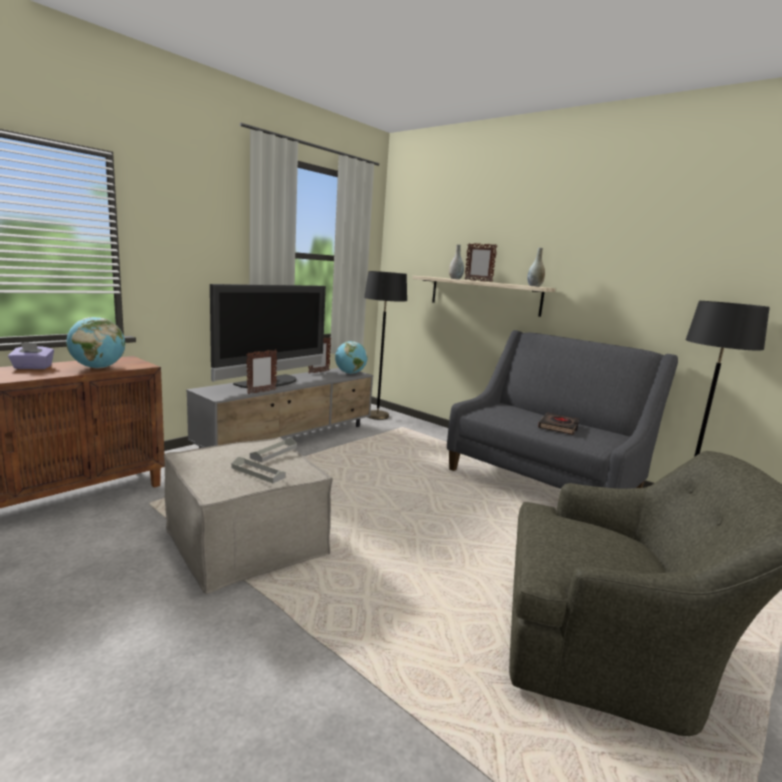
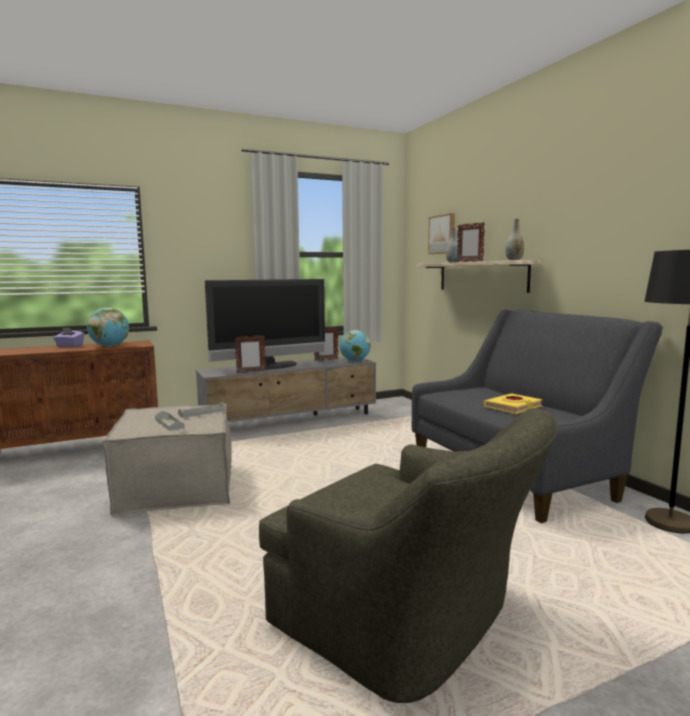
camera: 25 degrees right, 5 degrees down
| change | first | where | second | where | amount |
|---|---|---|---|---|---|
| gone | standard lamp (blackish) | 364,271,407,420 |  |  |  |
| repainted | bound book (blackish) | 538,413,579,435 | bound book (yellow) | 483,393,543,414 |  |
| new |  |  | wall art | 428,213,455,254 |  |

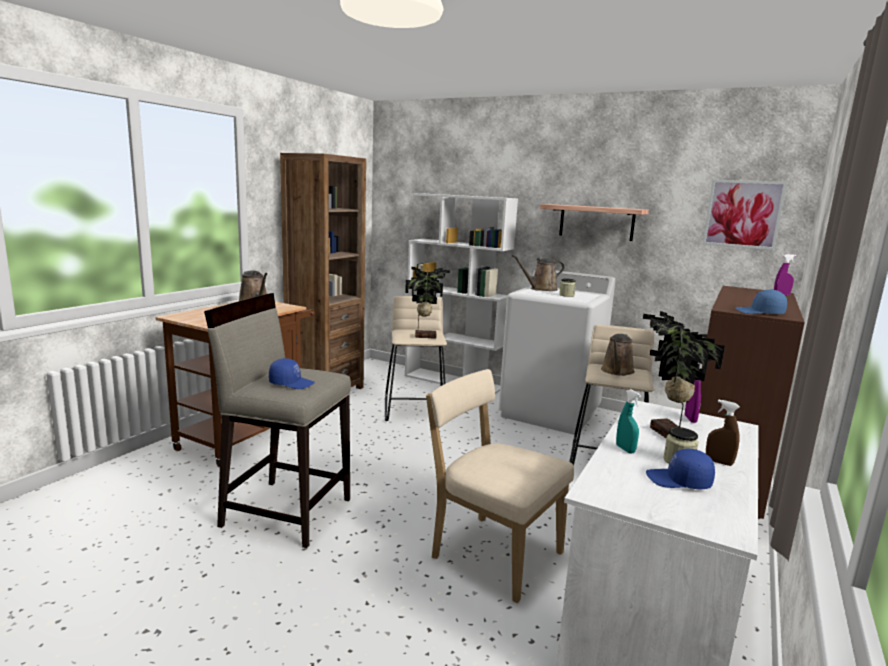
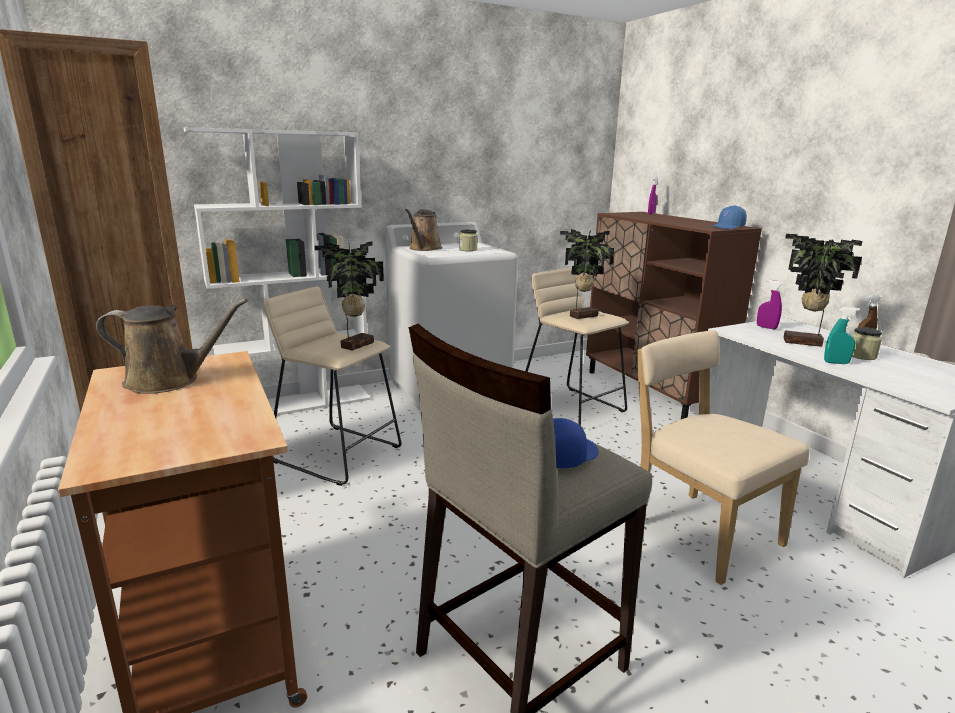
camera: 55 degrees left, 5 degrees up
| change | first | where | second | where | amount |
|---|---|---|---|---|---|
| gone | wall art | 702,179,787,250 |  |  |  |
| gone | shelf | 540,204,649,241 |  |  |  |
| swapped | watering can (brown-coloured) | 601,334,635,376 | houseplant | 560,229,614,319 |  |
| rotated | chair (beige-coloured) | 426,369,574,603 |  | 637,330,809,585 | 75 degrees clockwise |
| gone | cap (blue) | 646,449,715,490 |  |  |  |

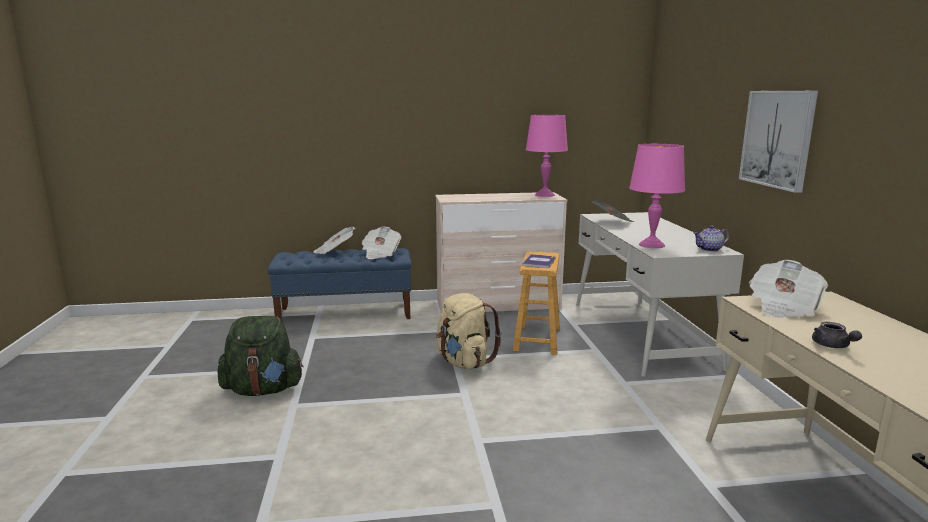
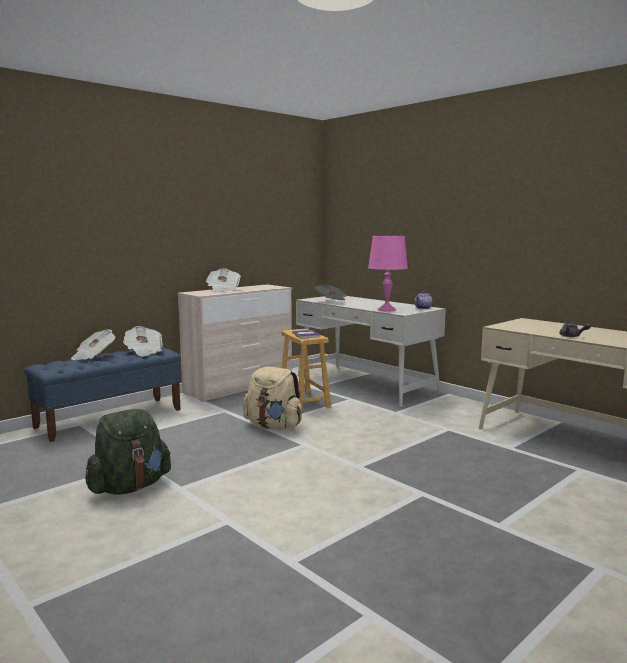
camera: 35 degrees left, 5 degrees down
| change | first | where | second | where | amount |
|---|---|---|---|---|---|
| gone | wall art | 739,91,818,193 |  |  |  |
| gone | table lamp (pink) | 526,115,568,197 |  |  |  |
| shifted | printed paper | 749,260,828,318 |  | 206,268,241,293 |  |

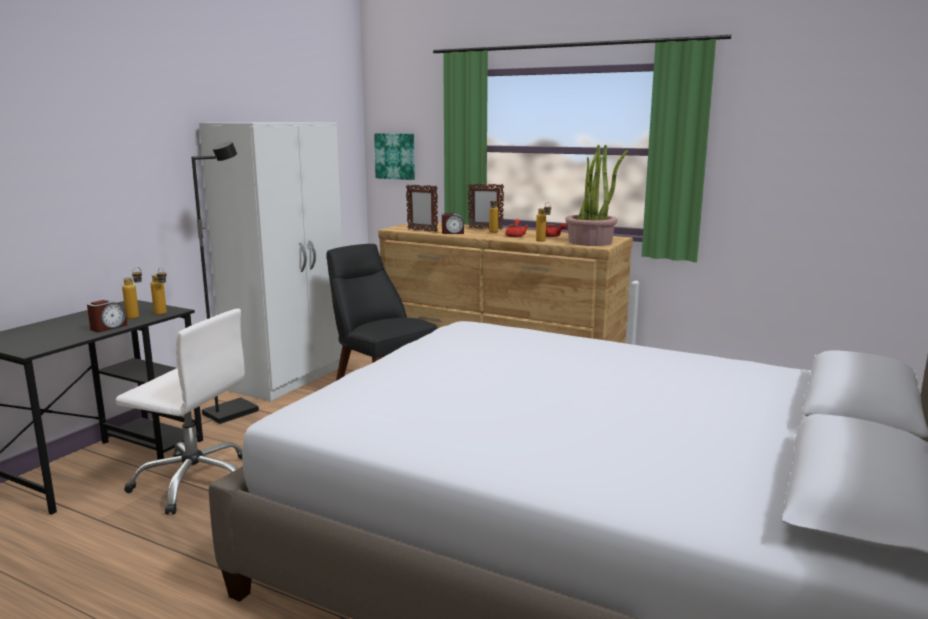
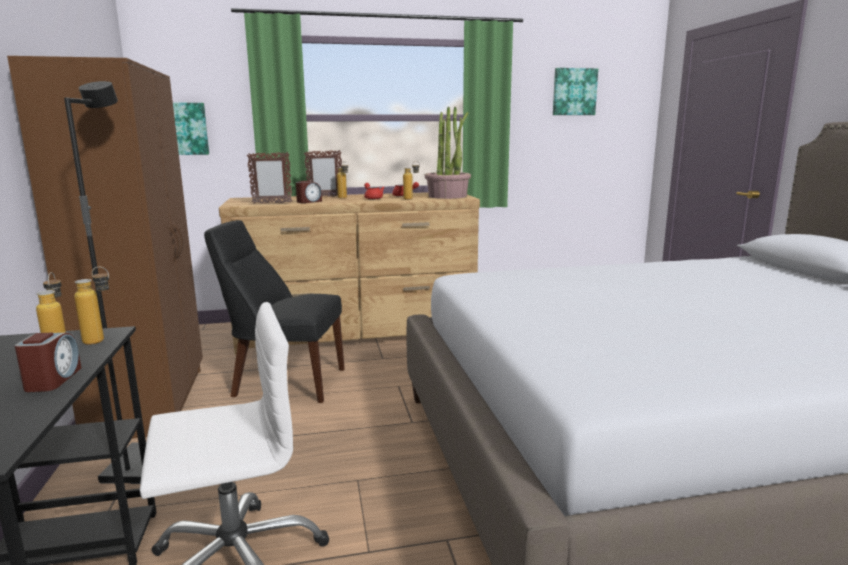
camera: 40 degrees left, 0 degrees up
| change | first | where | second | where | amount |
|---|---|---|---|---|---|
| repainted | armoire (white) | 199,122,343,402 | armoire (brown-coloured) | 7,56,203,439 |  |
| new |  |  | wall art | 553,68,598,115 |  |

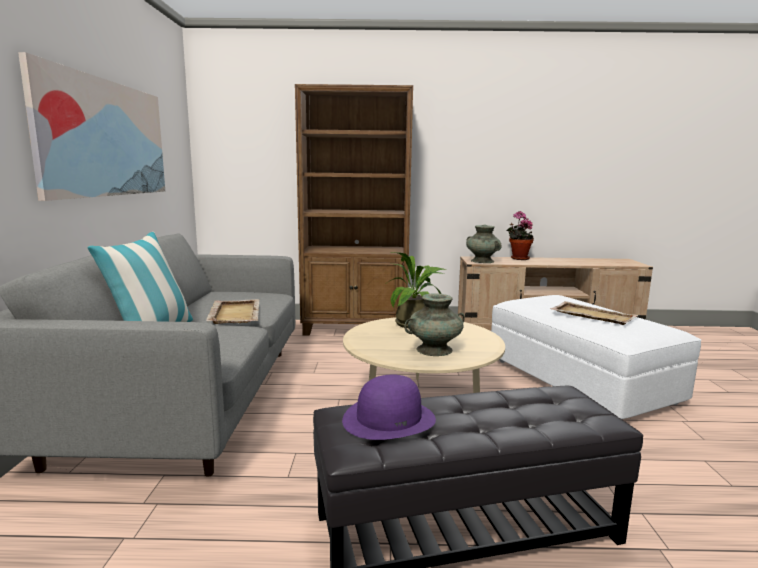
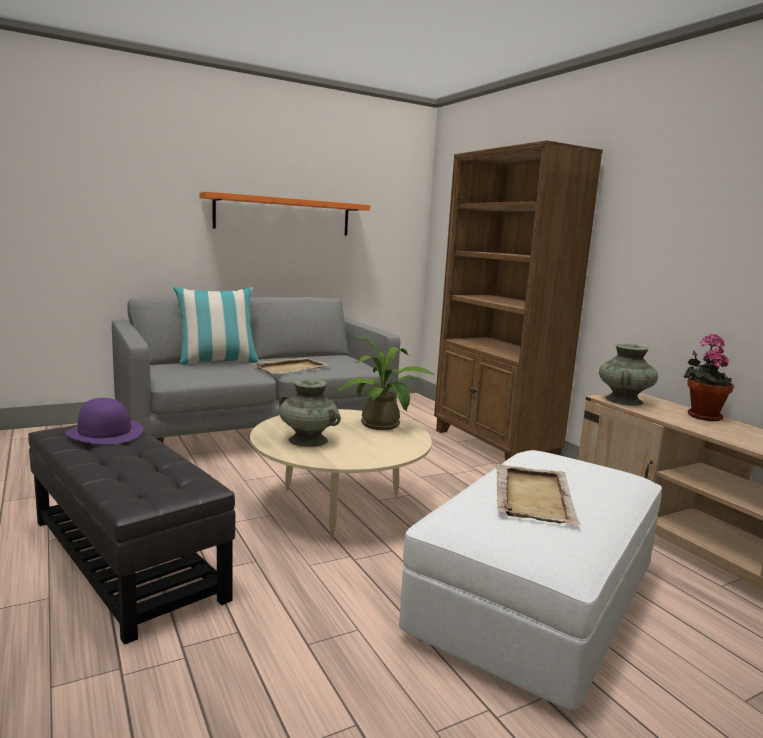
camera: 60 degrees right, 0 degrees up
| change | first | where | second | where | amount |
|---|---|---|---|---|---|
| swapped | wall art | 18,52,165,201 | shelf (orange) | 200,191,370,236 |  |

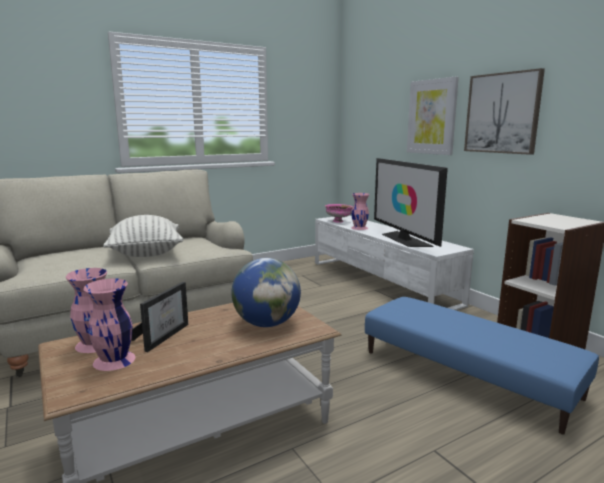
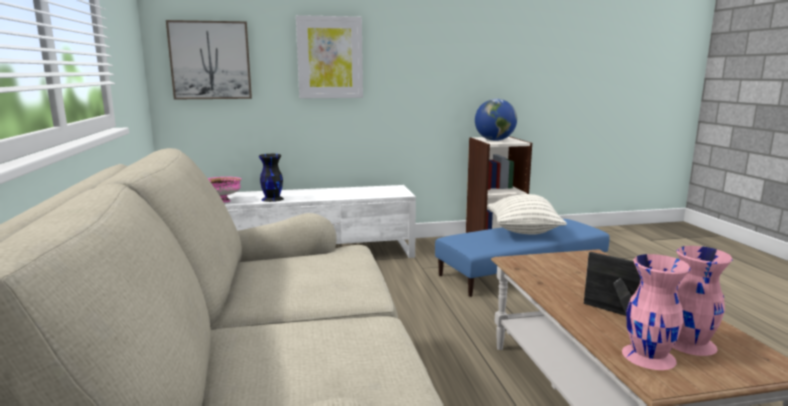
camera: 70 degrees left, 0 degrees up
| change | first | where | second | where | amount |
|---|---|---|---|---|---|
| shifted | wall art | 464,68,545,155 |  | 166,20,252,99 |  |
| gone | television | 374,158,448,247 |  |  |  |
| repainted | vase (pink) | 351,193,369,230 | vase (blackish) | 259,154,284,202 |  |
| shifted | pillow | 103,215,184,257 |  | 488,194,567,235 |  |
| shifted | globe | 231,258,301,327 |  | 475,99,517,141 |  |

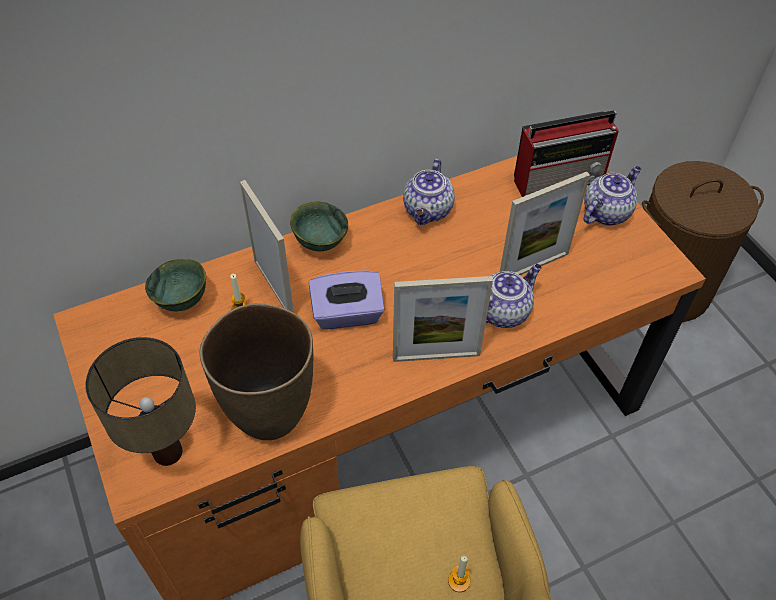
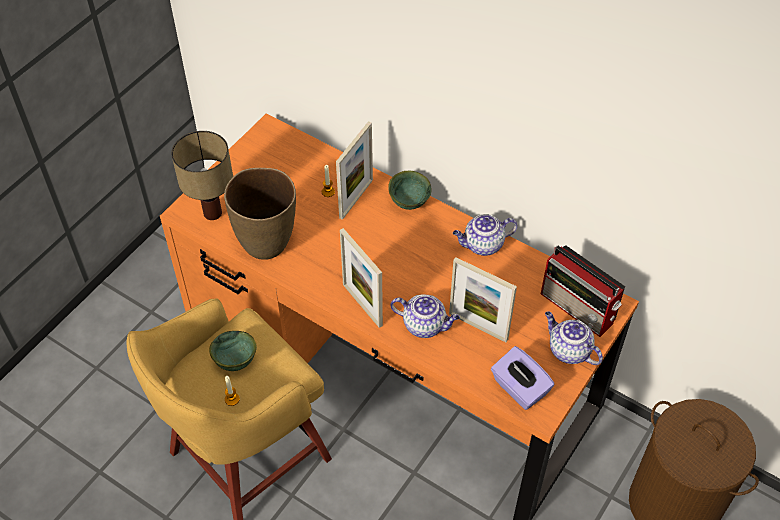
camera: 60 degrees right, 0 degrees up
| change | first | where | second | where | amount |
|---|---|---|---|---|---|
| rotated | pot for tea | 583,166,641,226 |  | 545,311,603,365 | 150 degrees counterclockwise |
| shifted | serving bowl (green) | 145,259,206,311 |  | 209,331,257,371 |  |
| shifted | tissue box (purplish) | 309,270,385,330 |  | 491,346,554,410 |  |

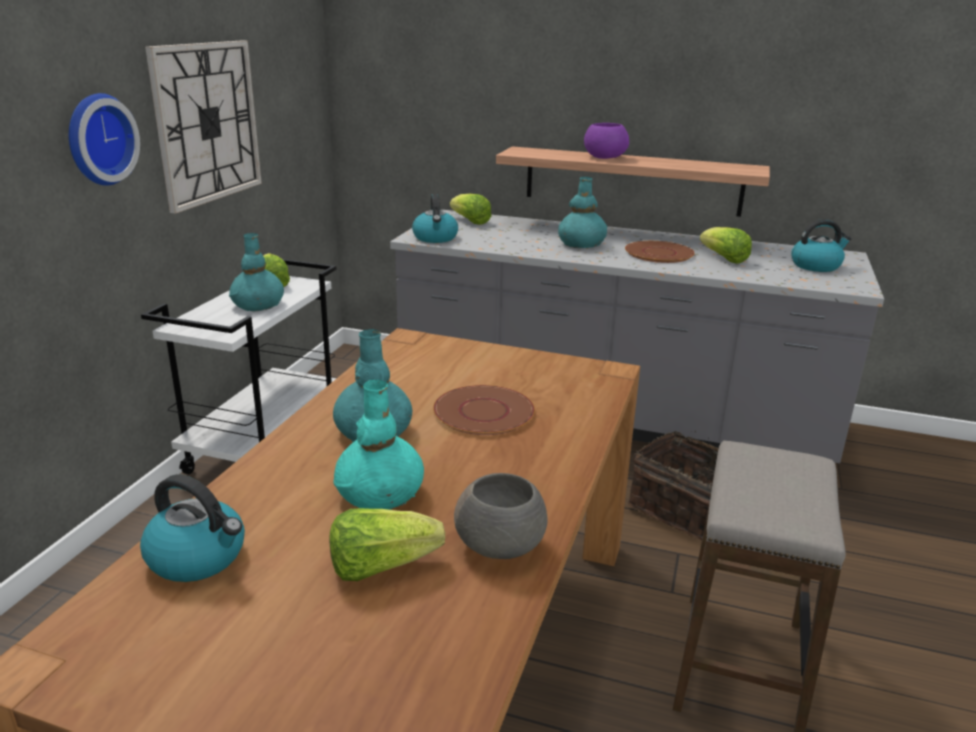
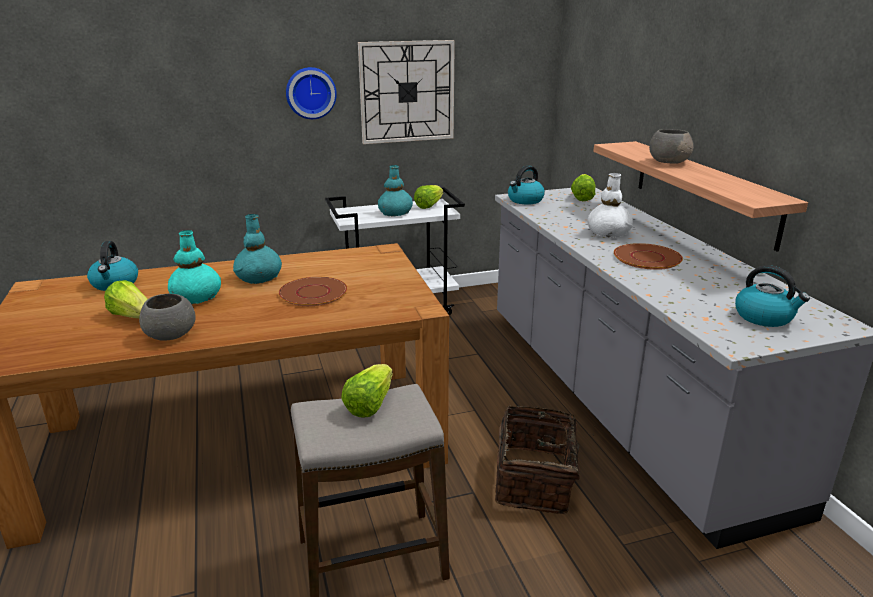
camera: 55 degrees right, 0 degrees up
| change | first | where | second | where | amount |
|---|---|---|---|---|---|
| repainted | serving bowl (purplish) | 584,123,629,159 | serving bowl (greyish) | 649,129,694,164 |  |
| repainted | vase (blue-green) | 558,177,607,248 | vase (white) | 587,173,633,237 |  |
| shifted | lettuce head | 700,227,752,263 |  | 341,364,393,418 |  |

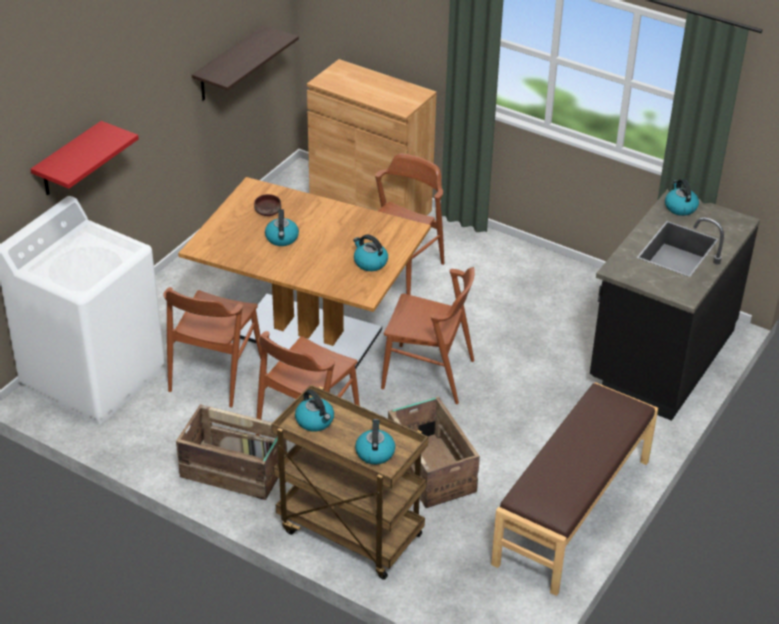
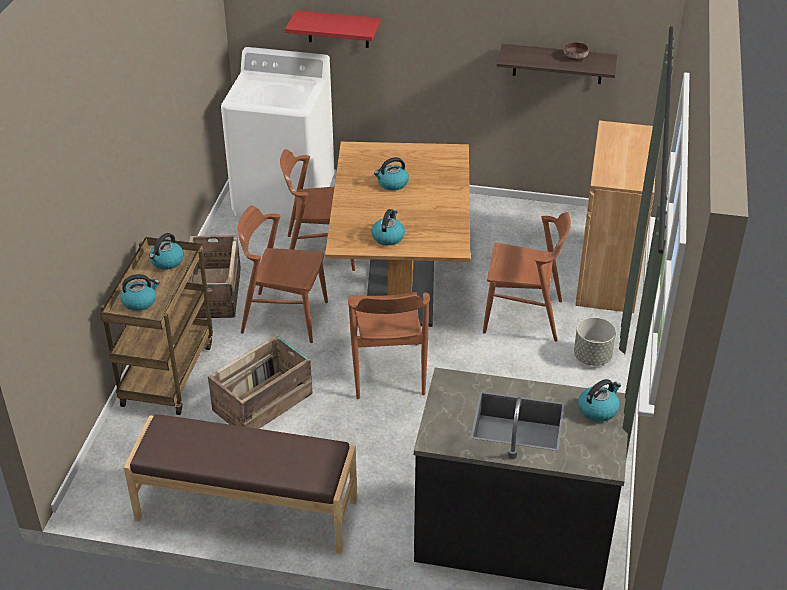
camera: 70 degrees right, 0 degrees up
| change | first | where | second | where | amount |
|---|---|---|---|---|---|
| shifted | serving bowl (brown-coloured) | 254,194,281,216 |  | 563,42,589,61 |  |
| new |  |  | planter (greyish) | 574,317,616,366 |  |

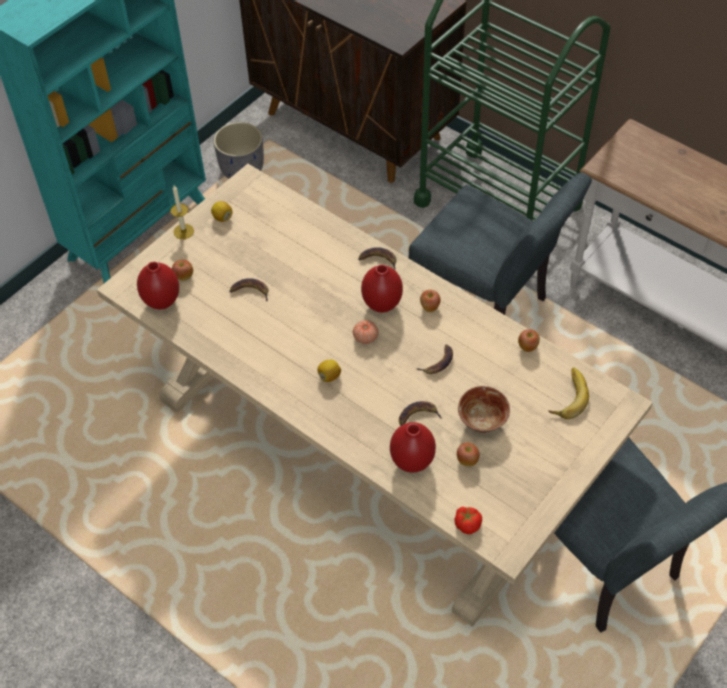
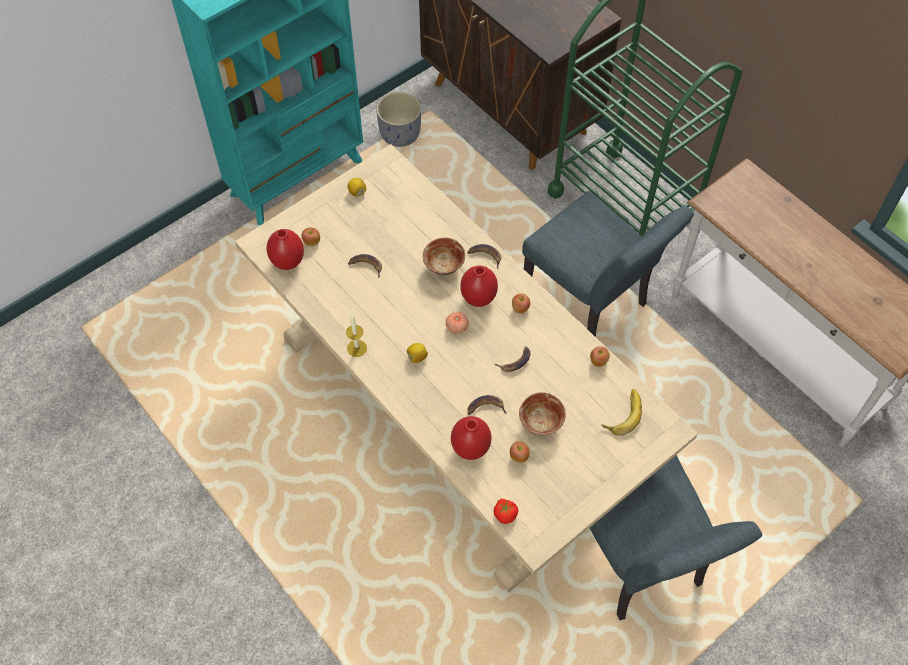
camera: 10 degrees right, 5 degrees up
| change | first | where | second | where | amount |
|---|---|---|---|---|---|
| shifted | candle | 170,185,194,239 |  | 346,314,367,357 |  |
| new |  |  | serving bowl | 423,238,465,275 |  |

